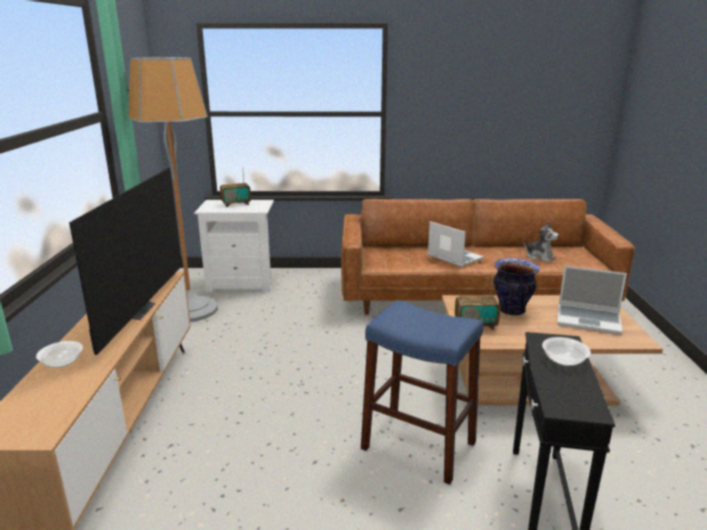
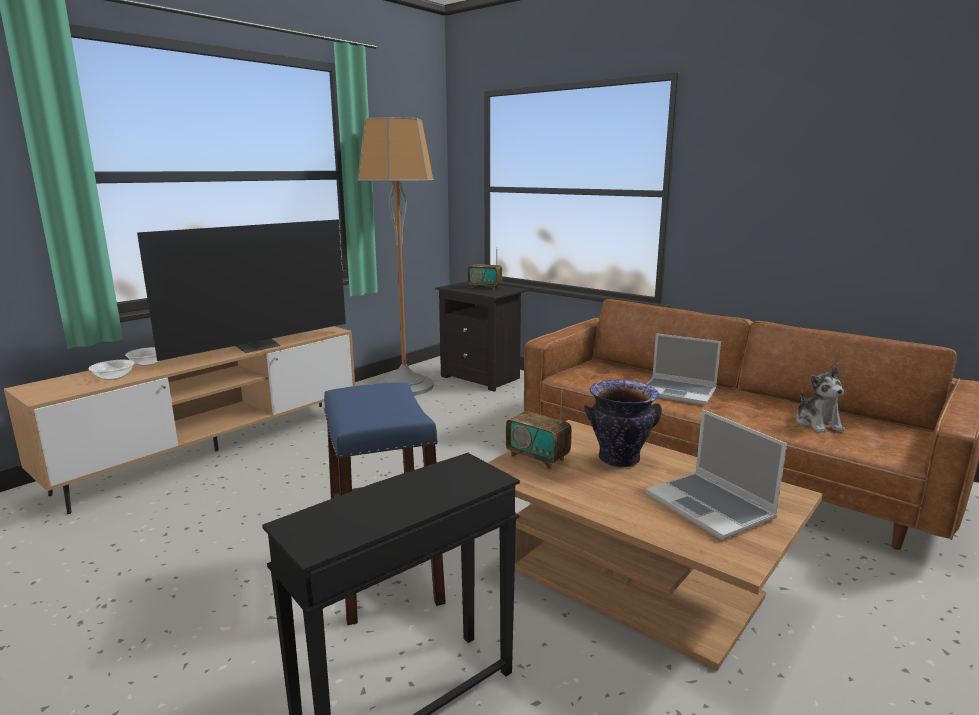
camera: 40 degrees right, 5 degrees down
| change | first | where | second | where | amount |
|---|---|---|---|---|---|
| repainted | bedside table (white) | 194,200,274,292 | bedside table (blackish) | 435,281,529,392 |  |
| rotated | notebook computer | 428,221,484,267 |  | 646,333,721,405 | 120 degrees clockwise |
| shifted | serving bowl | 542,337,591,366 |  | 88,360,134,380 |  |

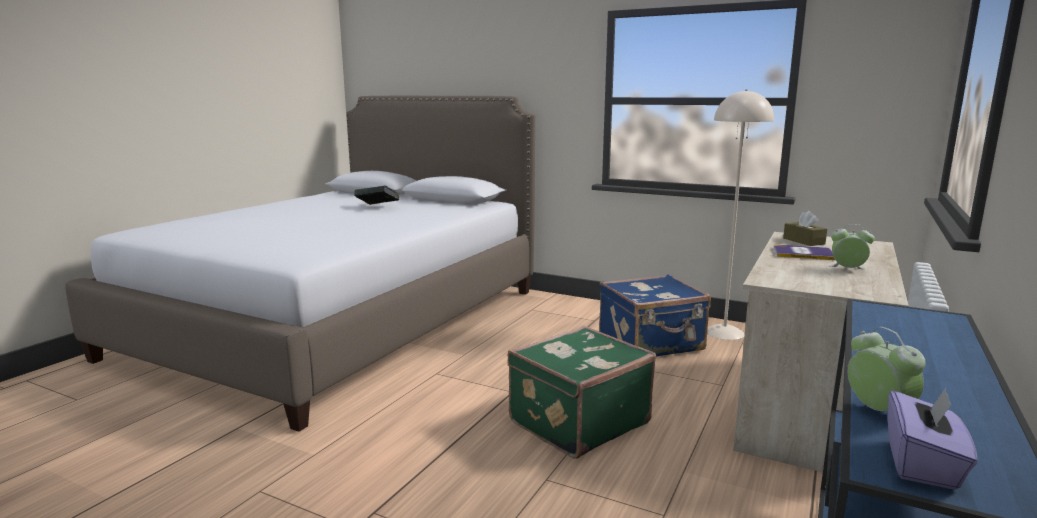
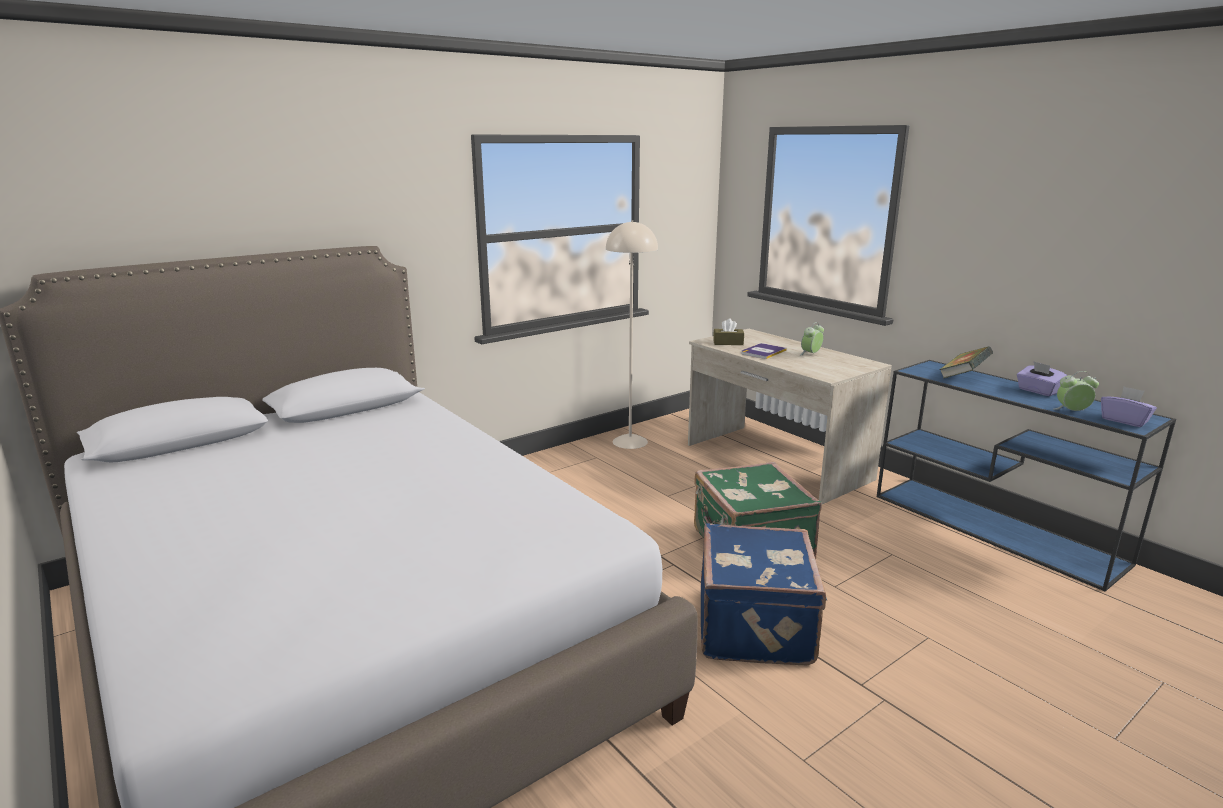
camera: 65 degrees left, 5 degrees up
| change | first | where | second | where | amount |
|---|---|---|---|---|---|
| shifted | bound book | 354,185,400,205 |  | 939,346,993,379 |  |
| shifted | travel case (blue) | 599,274,711,356 |  | 701,523,827,665 |  |
| new |  |  | tissue box (purplish) | 1017,361,1067,396 |  |

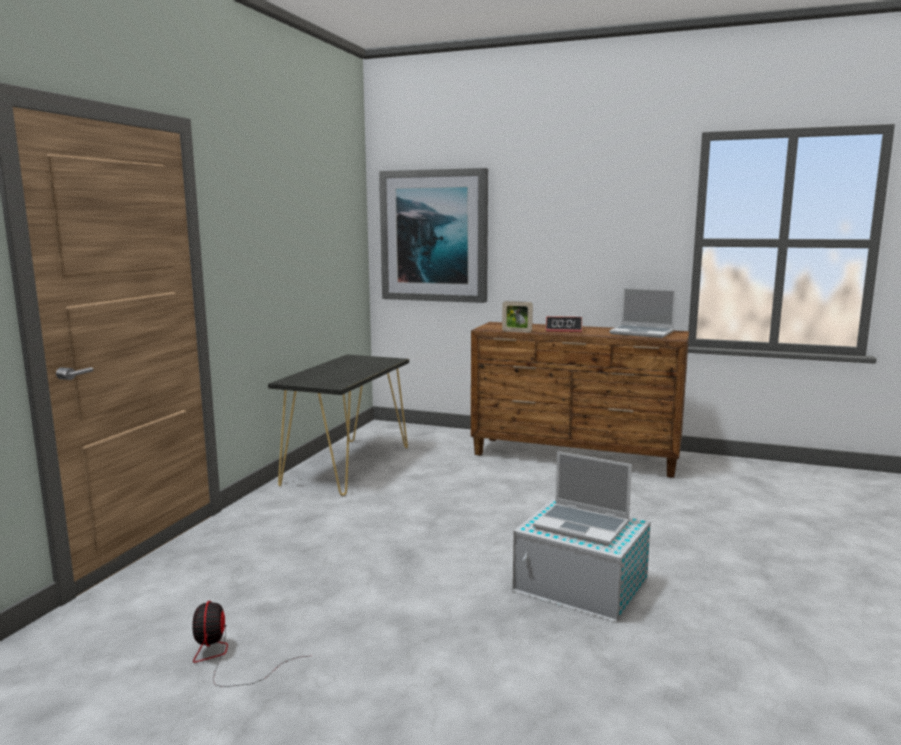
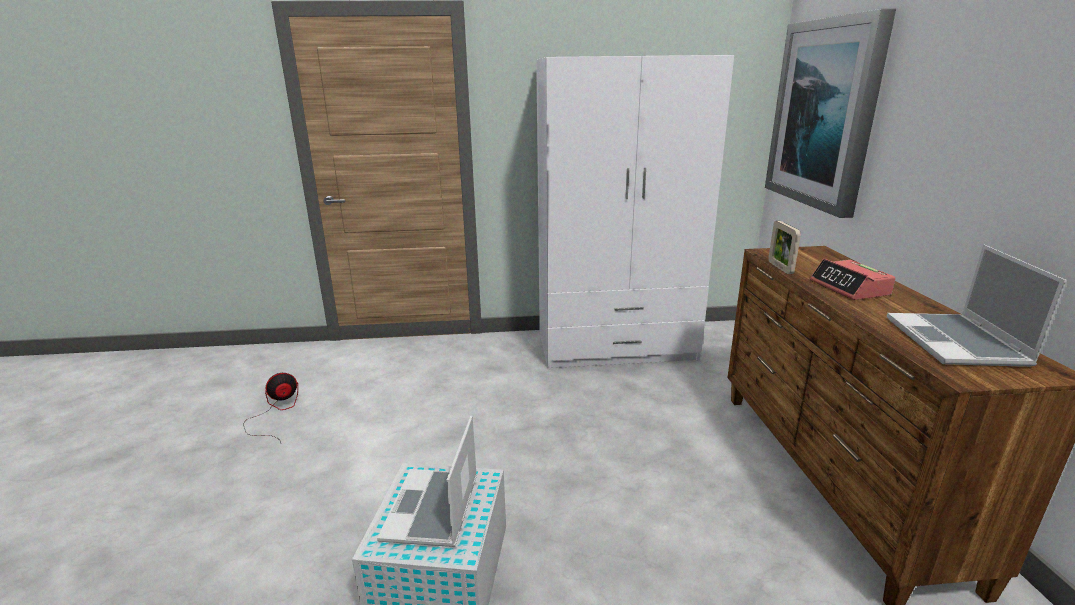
camera: 65 degrees right, 10 degrees up
| change | first | where | second | where | amount |
|---|---|---|---|---|---|
| swapped | console table (blackish) | 268,355,409,496 | armoire (white) | 536,55,734,369 |  |

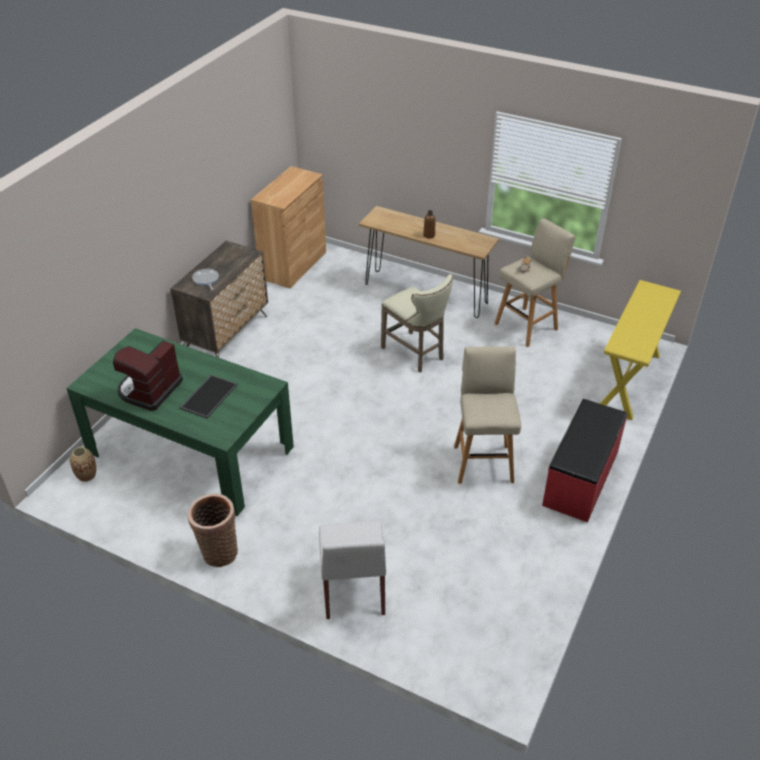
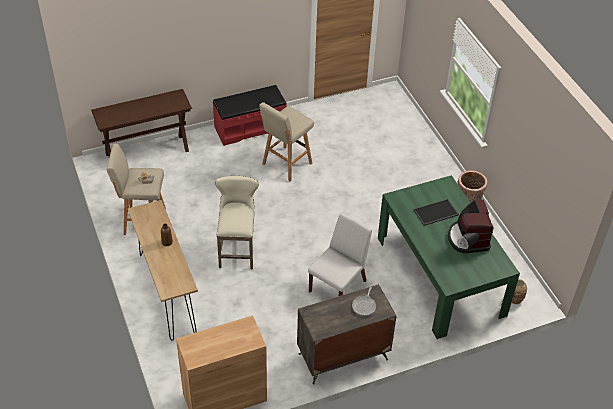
camera: 140 degrees left, 5 degrees up
| change | first | where | second | where | amount |
|---|---|---|---|---|---|
| repainted | console table (yellow) | 599,280,681,420 | console table (brown-coloured) | 91,89,192,157 |  |
| rotated | coffee machine | 113,340,183,411 |  | 448,200,494,253 | 105 degrees clockwise |
| shifted | chair (white) | 319,521,386,619 |  | 308,213,372,296 |  |

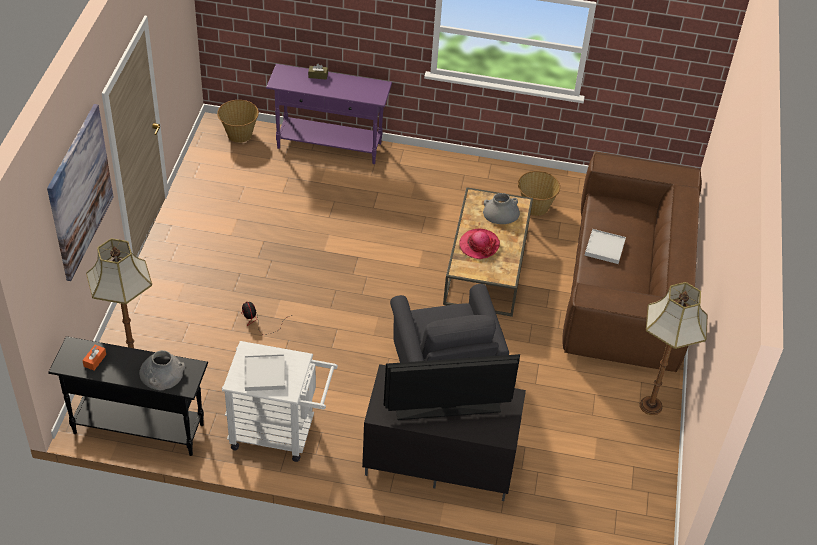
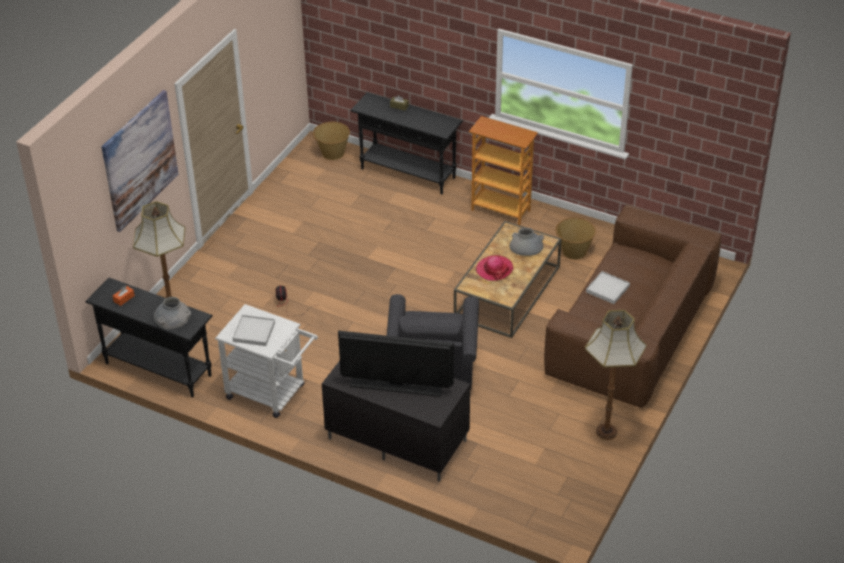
camera: 20 degrees right, 5 degrees down
| change | first | where | second | where | amount |
|---|---|---|---|---|---|
| repainted | console table (purplish) | 266,64,392,164 | console table (blackish) | 350,92,463,194 |  |
| new |  |  | shelving unit | 469,116,538,225 |  |

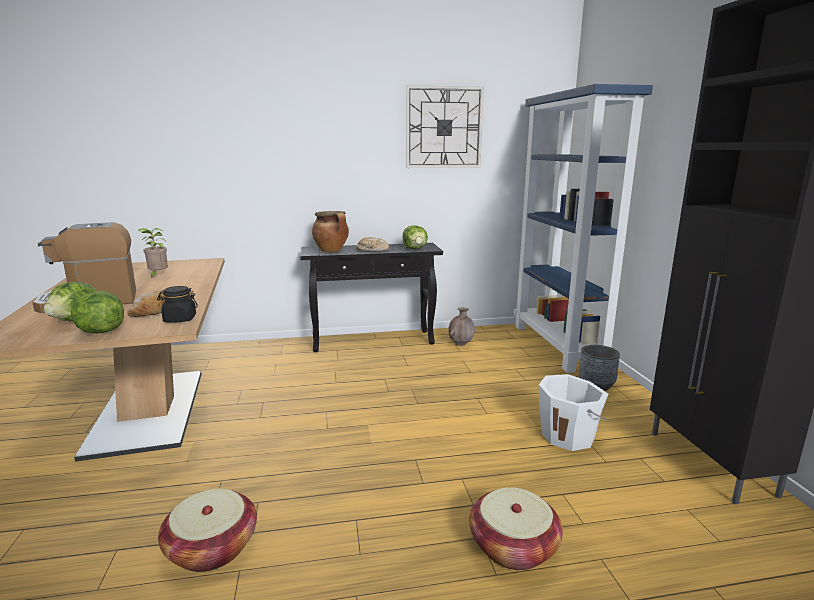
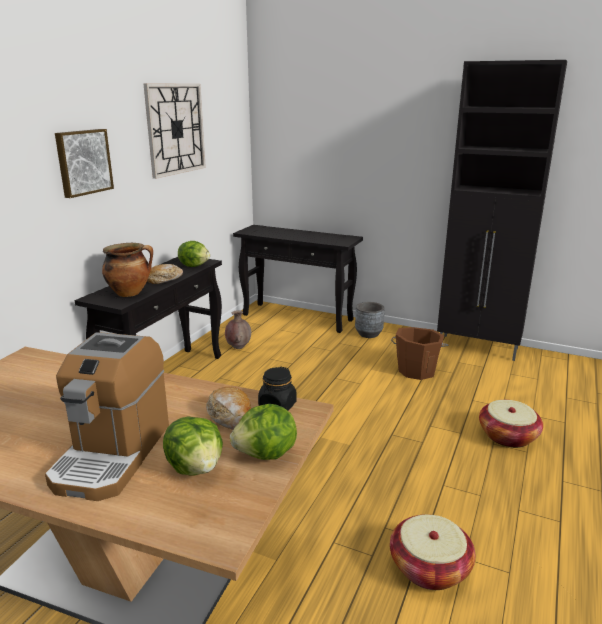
camera: 55 degrees left, 5 degrees up
| change | first | where | second | where | amount |
|---|---|---|---|---|---|
| swapped | shelving unit (blue) | 514,84,653,373 | console table (blackish) | 233,225,363,333 |  |
| gone | houseplant | 139,228,168,278 |  |  |  |
| repainted | pail (white) | 539,374,608,451 | pail (brown-coloured) | 391,327,449,380 |  |
| new |  |  | wall art | 55,129,114,198 |  |

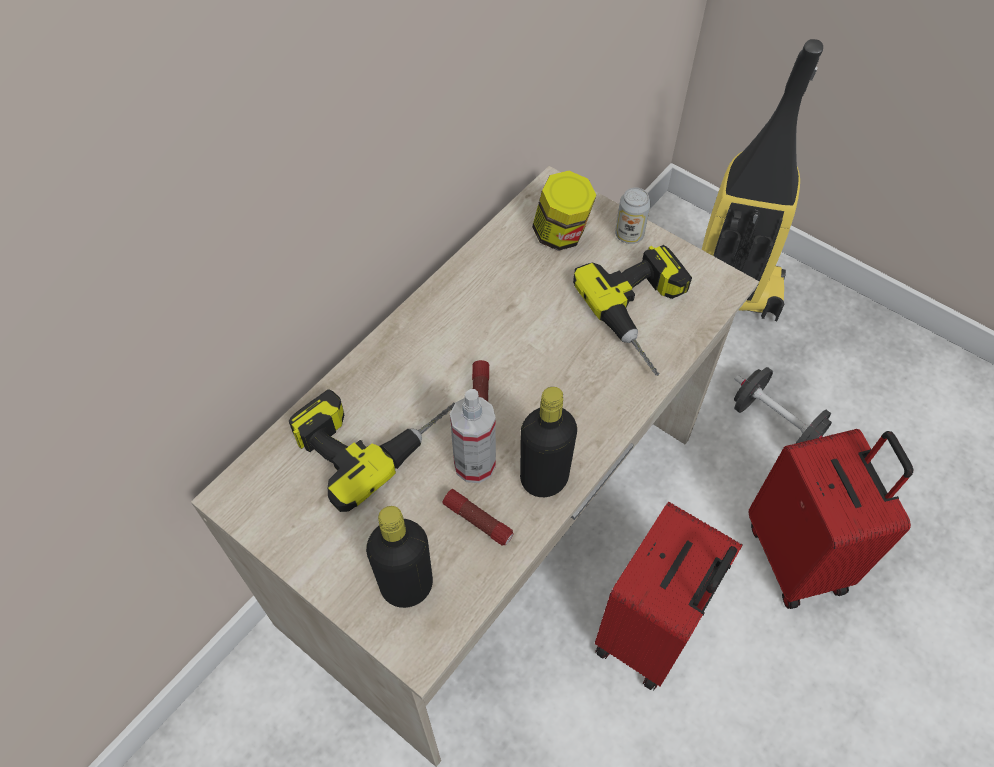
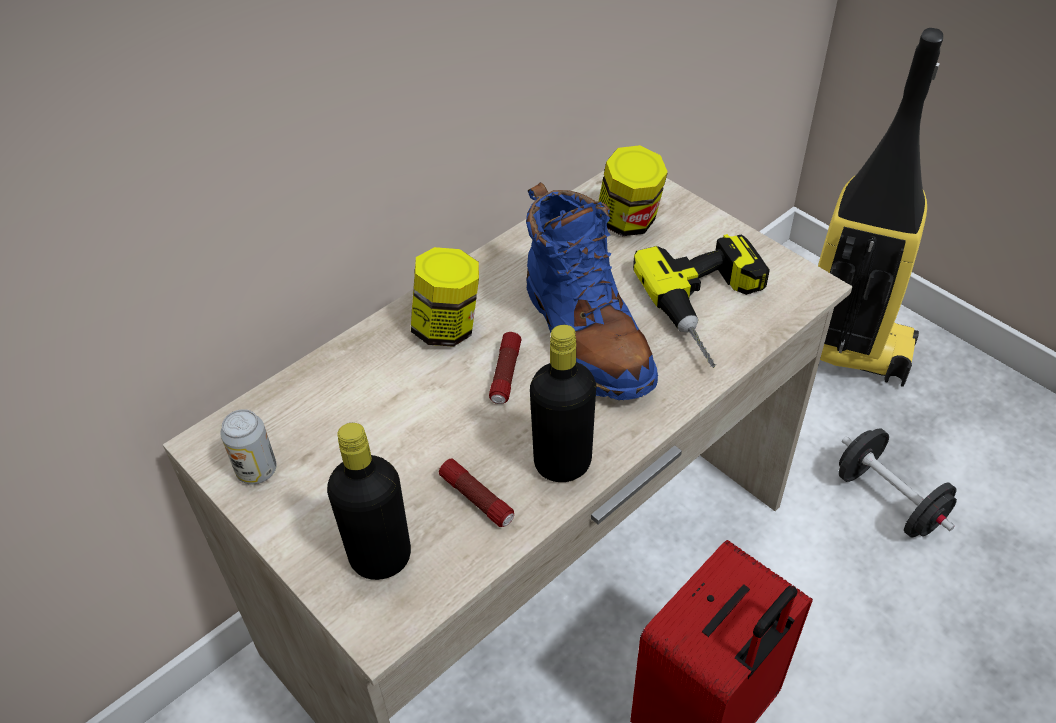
camera: 10 degrees right, 10 degrees down
| change | first | where | second | where | amount |
|---|---|---|---|---|---|
| shifted | metal can | 615,188,651,244 |  | 220,409,277,484 |  |
| gone | power drill | 289,389,455,512 |  |  |  |
| gone | hand sprayer | 450,389,496,483 |  |  |  |
| gone | travel case (reddish) | 749,429,913,609 |  |  |  |
| new |  |  | tall boot (blue) | 526,182,658,400 |  |
| new |  |  | preserve jar | 411,247,479,347 |  |

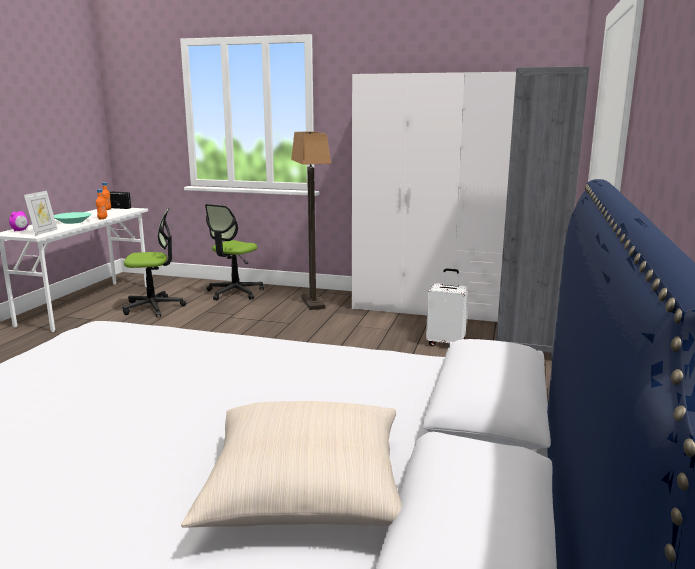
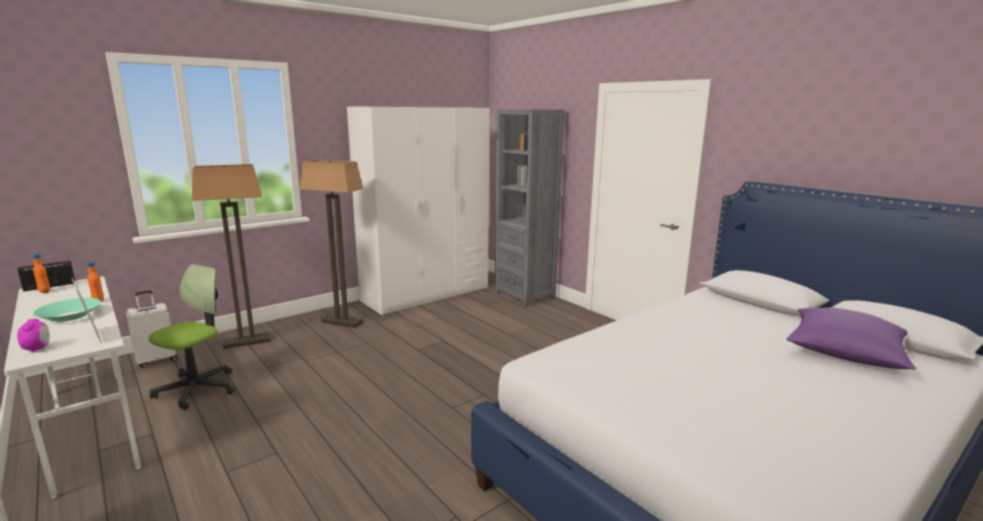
camera: 55 degrees left, 0 degrees up
| change | first | where | second | where | amount |
|---|---|---|---|---|---|
| swapped | computer chair | 205,204,264,300 | standard lamp | 192,164,271,349 |  |
| shifted | travel case (white) | 426,268,468,346 |  | 126,290,177,368 |  |
| repainted | pillow (beige-coloured) | 181,401,402,528 | pillow (purplish) | 786,307,916,369 |  |

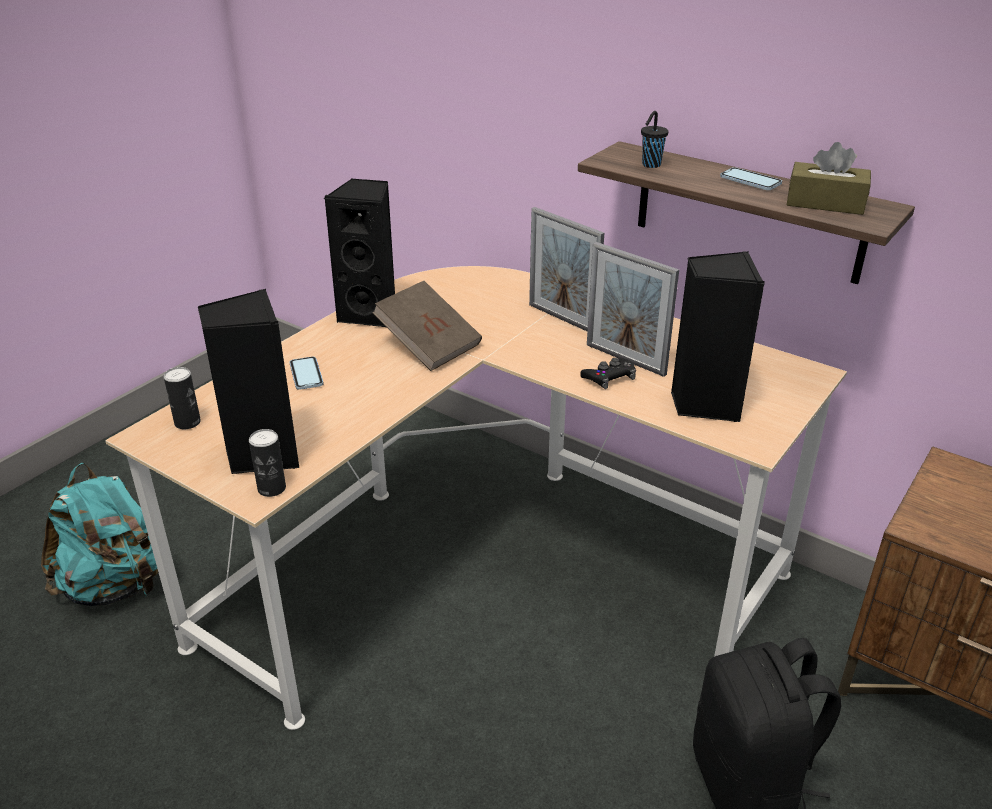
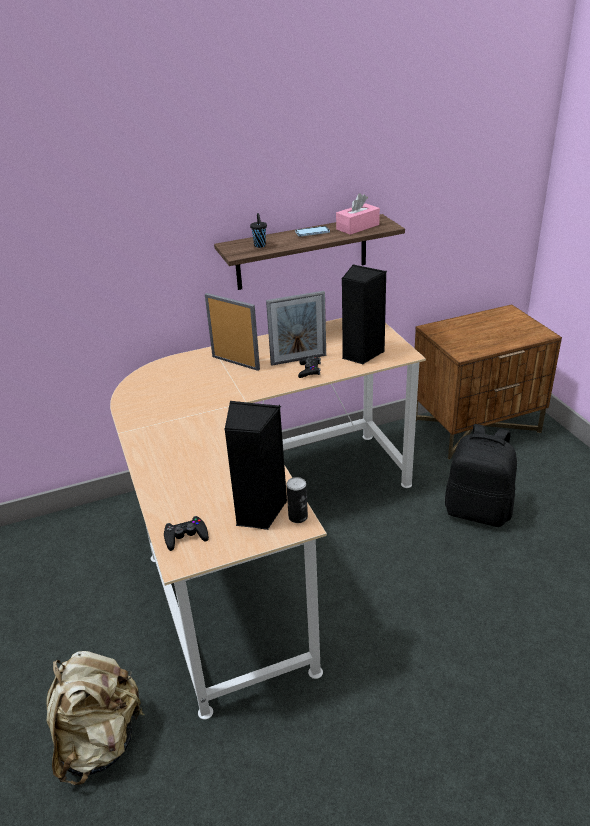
camera: 55 degrees left, 0 degrees up
| change | first | where | second | where | amount |
|---|---|---|---|---|---|
| repainted | tissue box (brown-coloured) | 787,142,871,215 | tissue box (pink) | 336,193,380,235 |  |
| gone | speaker (blackish) | 323,178,395,327 |  |  |  |
| rotated | photo frame | 529,207,604,331 |  | 205,293,260,371 | 135 degrees counterclockwise |
| gone | bound book (brown-coloured) | 372,281,482,371 |  |  |  |
| gone | phone | 289,357,324,390 |  |  |  |
| swapped | metal can | 164,367,201,429 | gamepad (blackish) | 164,516,209,551 |  |
| repainted | backpack (blue-green) | 41,463,158,606 | backpack (beige-coloured) | 47,651,145,785 |  |

